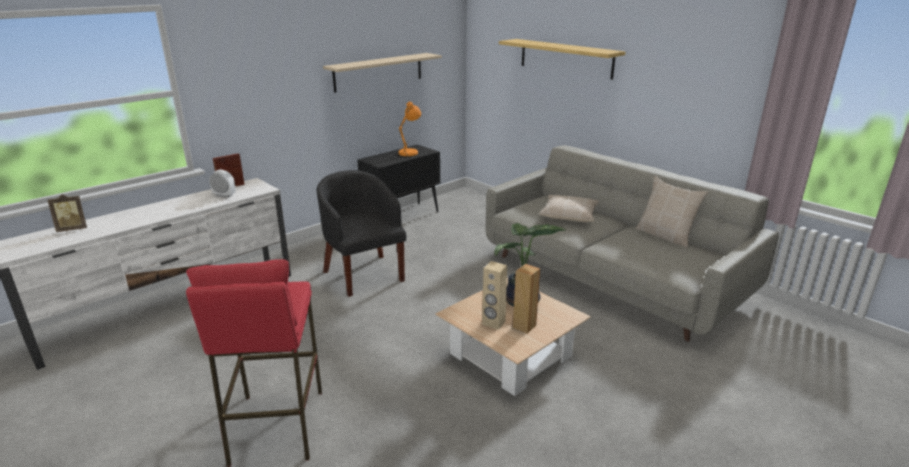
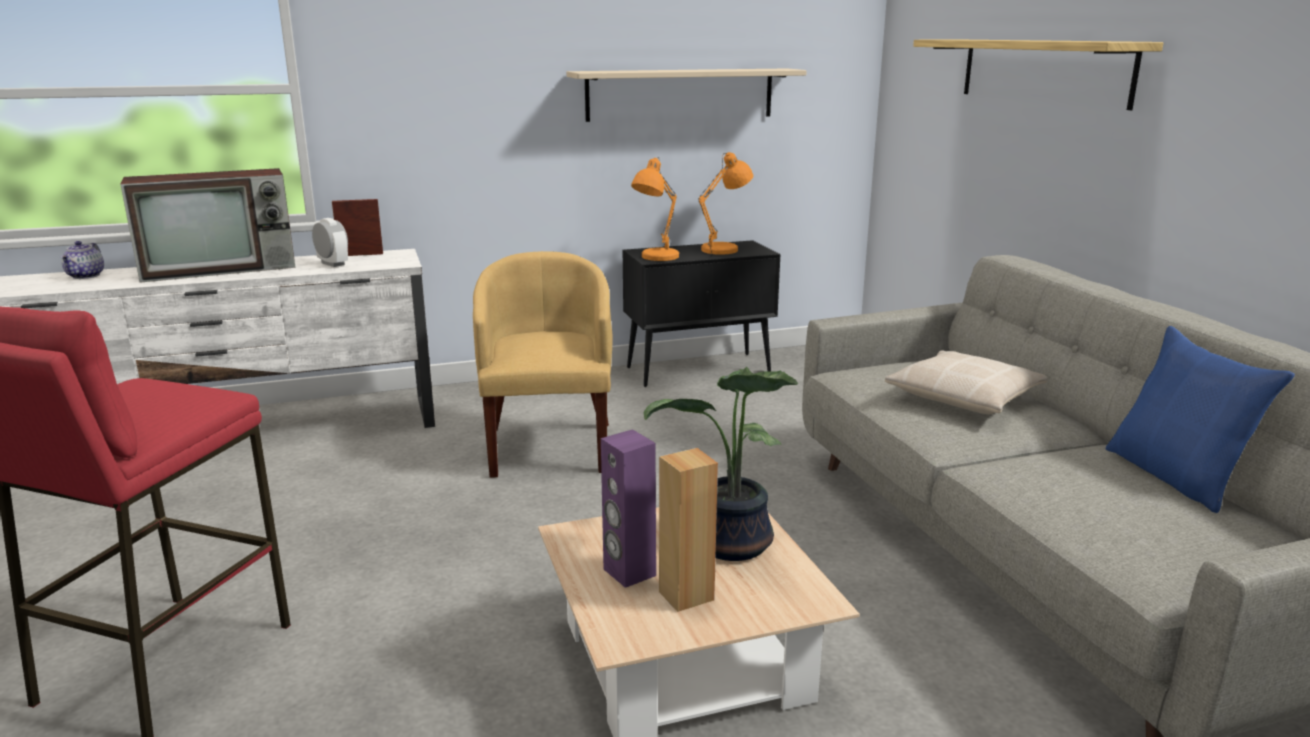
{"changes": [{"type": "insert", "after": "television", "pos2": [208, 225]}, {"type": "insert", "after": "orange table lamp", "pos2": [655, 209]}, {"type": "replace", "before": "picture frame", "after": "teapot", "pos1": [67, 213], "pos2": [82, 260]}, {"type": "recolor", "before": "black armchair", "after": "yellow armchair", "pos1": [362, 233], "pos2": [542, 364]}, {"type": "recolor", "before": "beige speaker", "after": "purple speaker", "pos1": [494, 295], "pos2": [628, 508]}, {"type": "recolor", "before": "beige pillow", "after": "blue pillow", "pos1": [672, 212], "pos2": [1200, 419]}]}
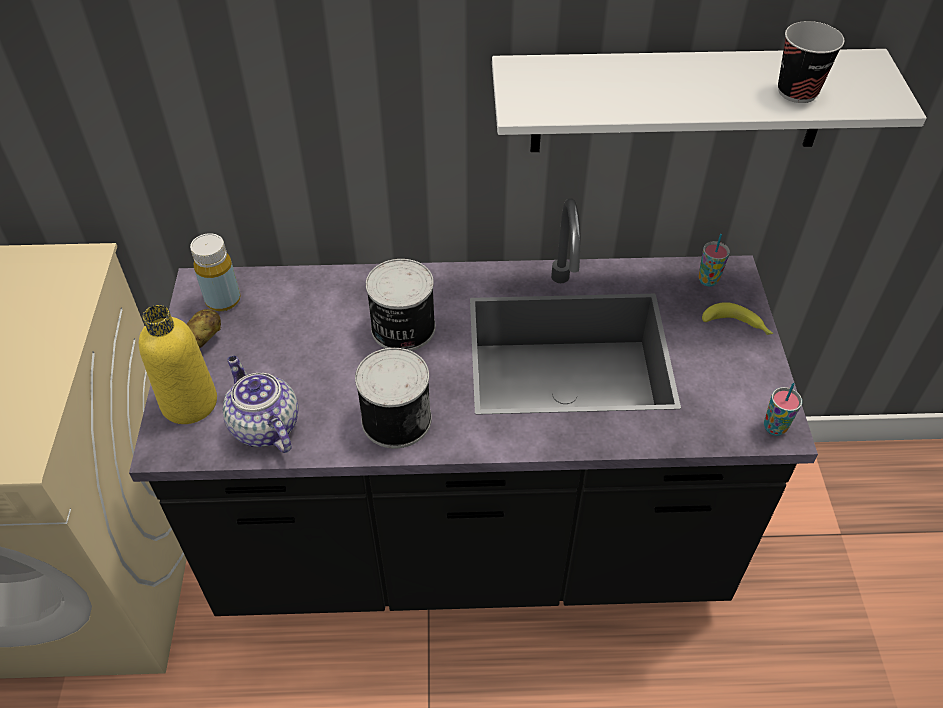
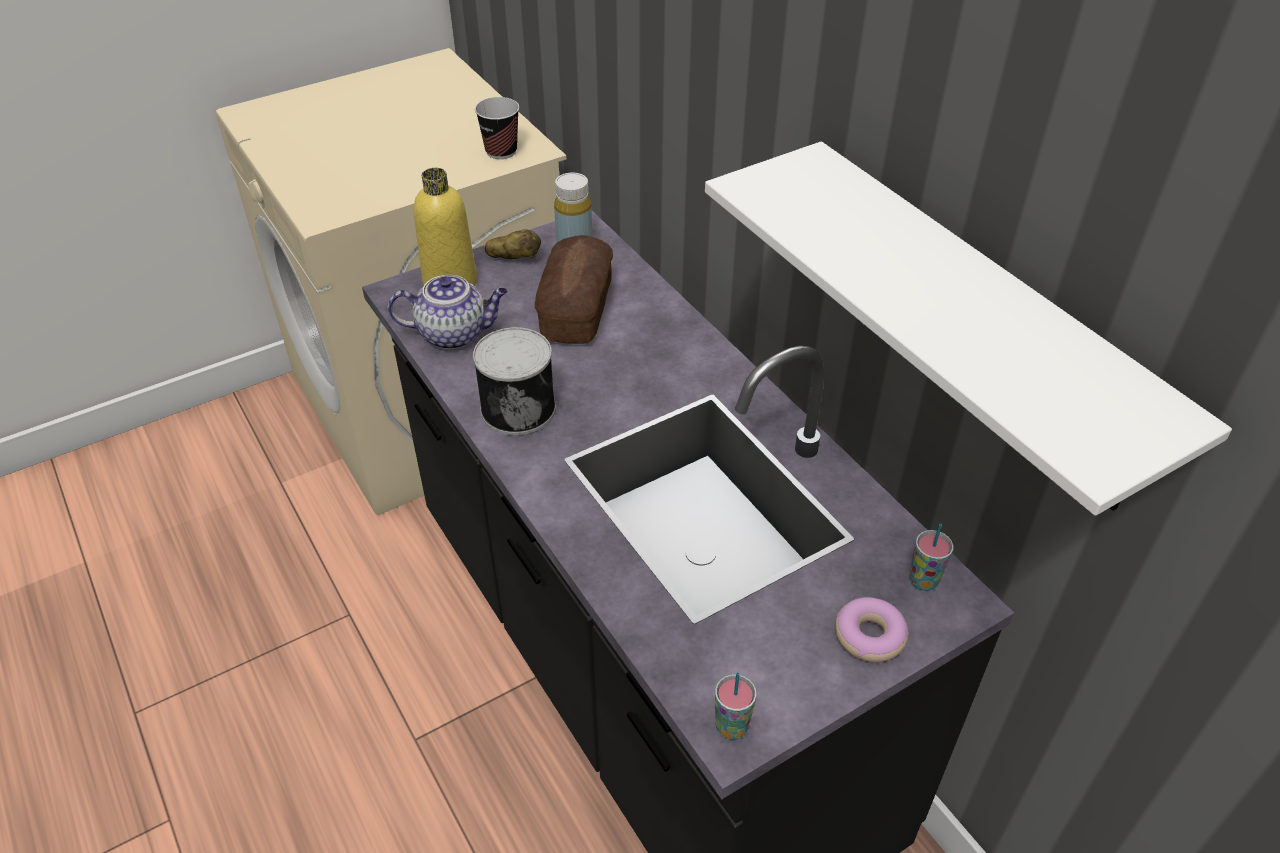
{"changes": [{"type": "delete", "before": "can", "pos1": [401, 305]}, {"type": "insert", "after": "bread", "pos2": [574, 289]}, {"type": "move", "before": "cup", "pos1": [811, 62], "pos2": [497, 128]}, {"type": "replace", "before": "banana", "after": "donut", "pos1": [737, 318], "pos2": [872, 629]}, {"type": "rotate", "before": "teapot", "pos1": [261, 404], "pos2": [448, 312], "turn": 60}]}
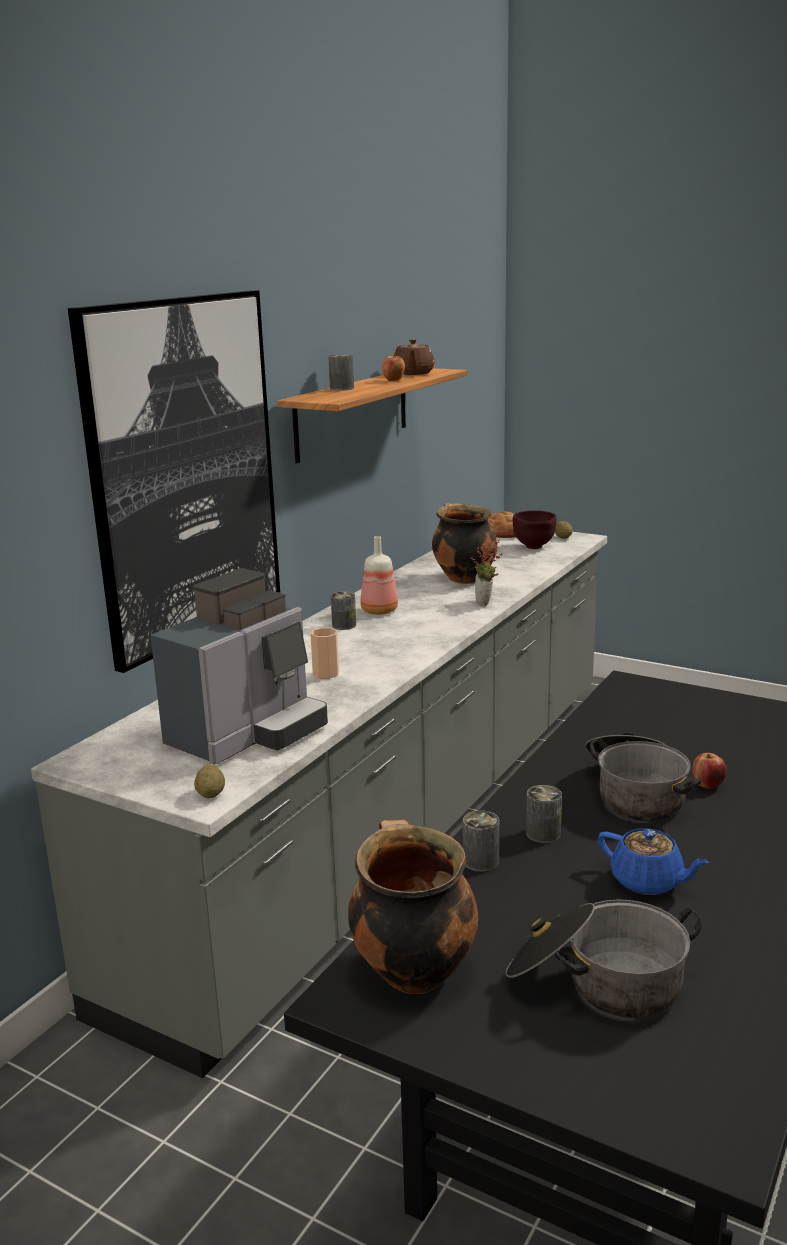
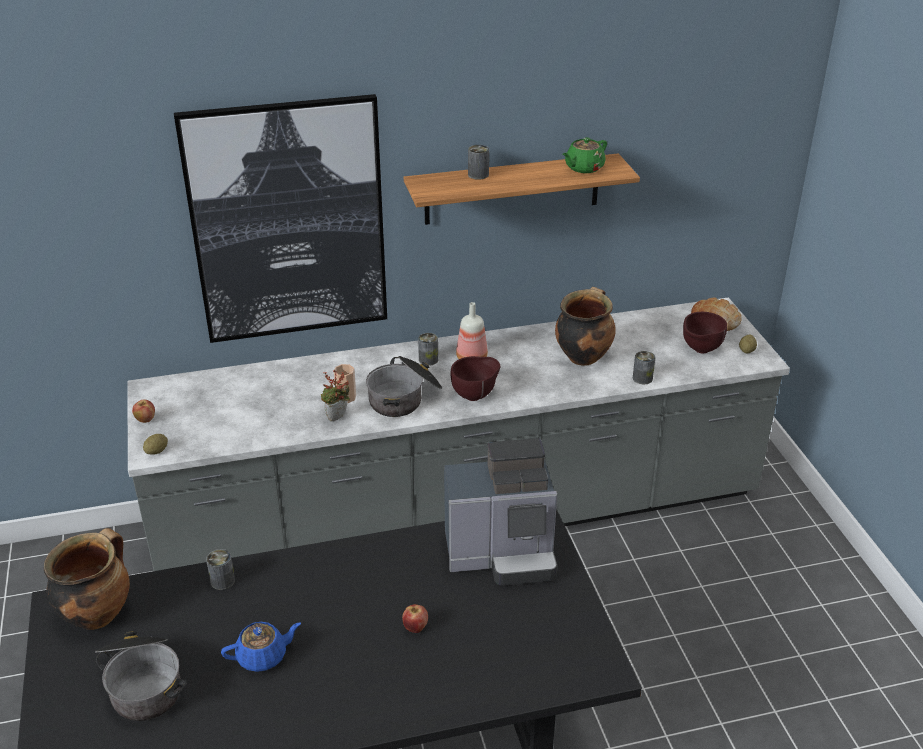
{"changes": [{"type": "insert", "after": "brown bowl", "pos2": [475, 378]}, {"type": "move", "before": "coffee machine", "pos1": [239, 666], "pos2": [500, 511]}, {"type": "move", "before": "apple", "pos1": [393, 367], "pos2": [143, 411]}, {"type": "move", "before": "potted plant", "pos1": [486, 574], "pos2": [335, 396]}, {"type": "move", "before": "can", "pos1": [544, 814], "pos2": [644, 367]}, {"type": "move", "before": "cooking pot", "pos1": [643, 776], "pos2": [404, 386]}, {"type": "recolor", "before": "brown teapot", "after": "green teapot", "pos1": [414, 357], "pos2": [584, 155]}, {"type": "rotate", "before": "blue teapot", "pos1": [654, 861], "pos2": [261, 647], "turn": -105}]}
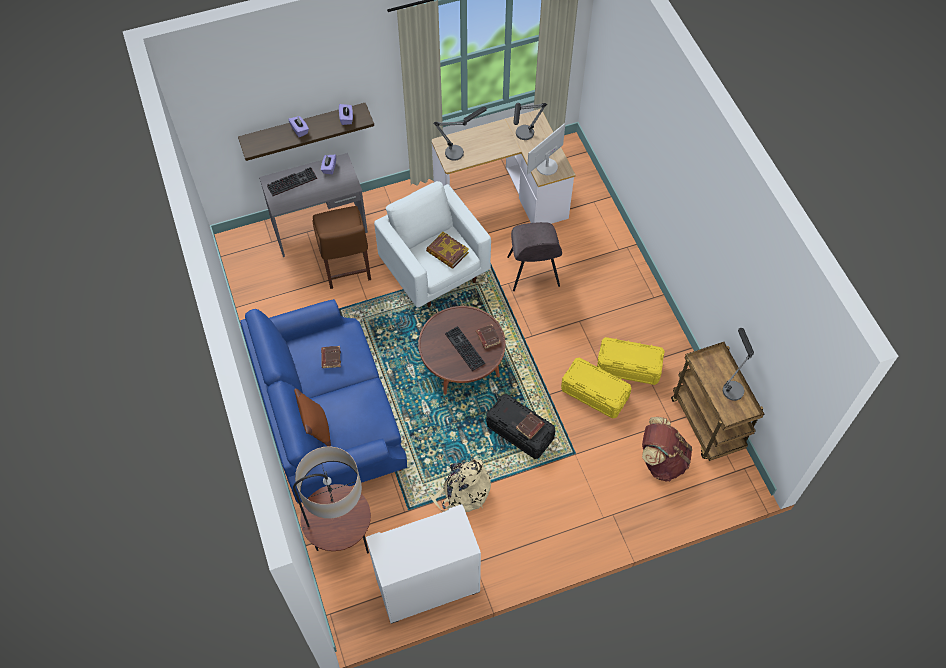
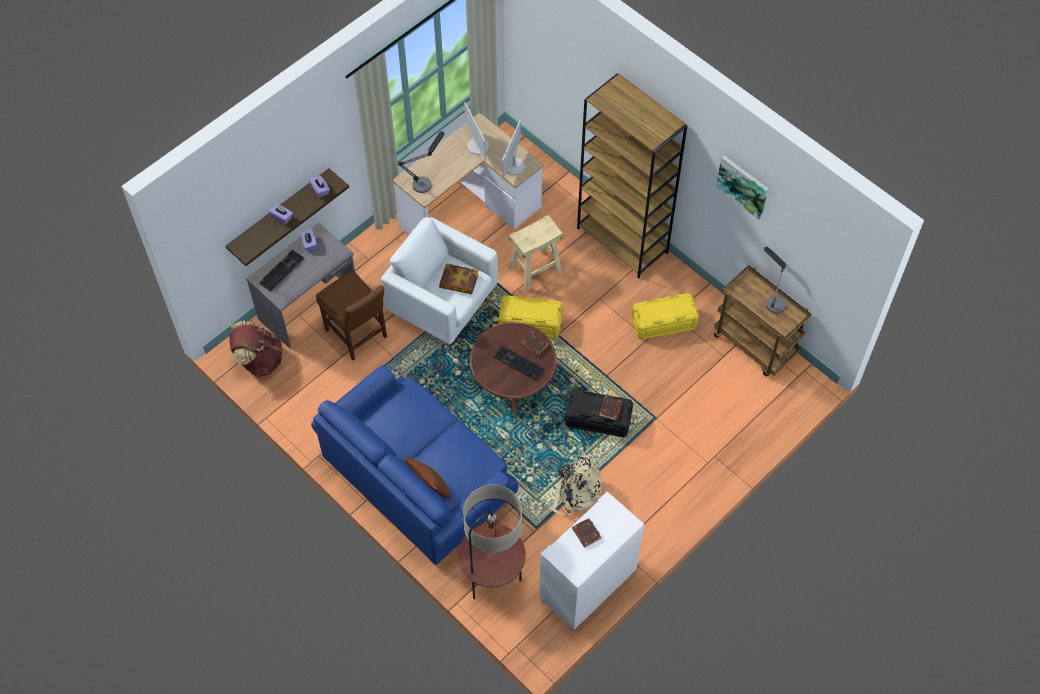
{"changes": [{"type": "insert", "after": "brown bookcase", "pos2": [632, 175]}, {"type": "insert", "after": "picture", "pos2": [742, 188]}, {"type": "move", "before": "brown book", "pos1": [331, 357], "pos2": [587, 533]}, {"type": "move", "before": "yellow storage box", "pos1": [596, 388], "pos2": [530, 316]}, {"type": "move", "before": "brown backpack", "pos1": [667, 449], "pos2": [256, 348]}, {"type": "replace", "before": "grey chair", "after": "beige stool", "pos1": [534, 256], "pos2": [535, 253]}, {"type": "replace", "before": "table lamp", "after": "monitor", "pos1": [530, 121], "pos2": [476, 131]}]}
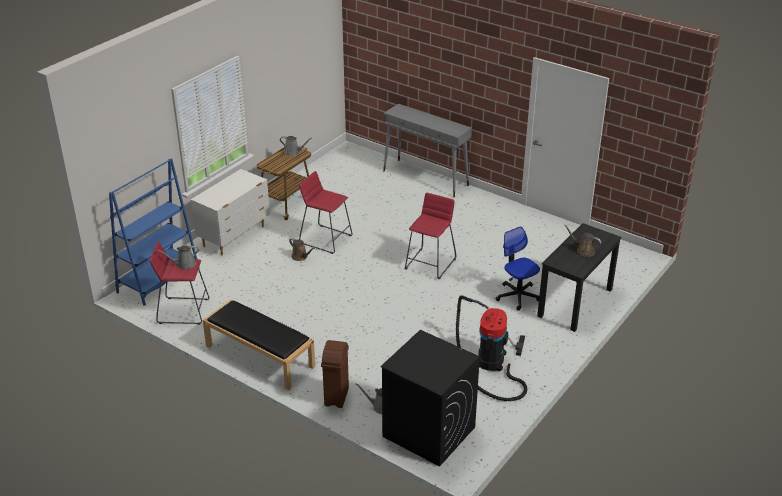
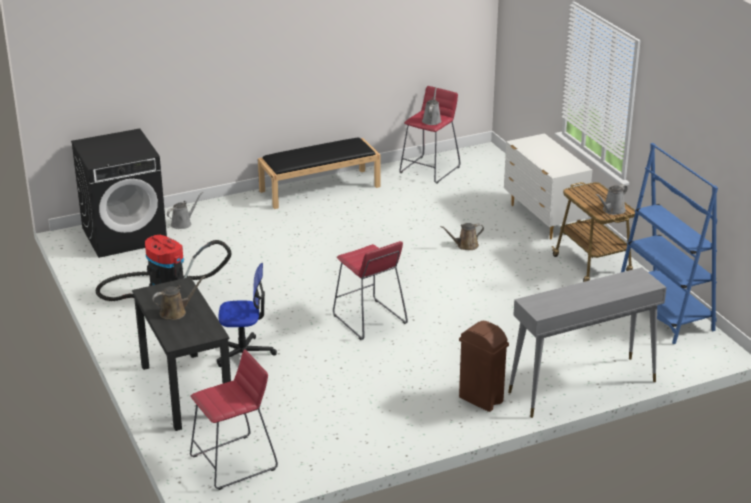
{"changes": [{"type": "move", "before": "blue bookcase", "pos1": [154, 232], "pos2": [669, 243]}, {"type": "move", "before": "red stool", "pos1": [326, 212], "pos2": [234, 419]}, {"type": "move", "before": "brown trash can", "pos1": [335, 374], "pos2": [484, 366]}]}
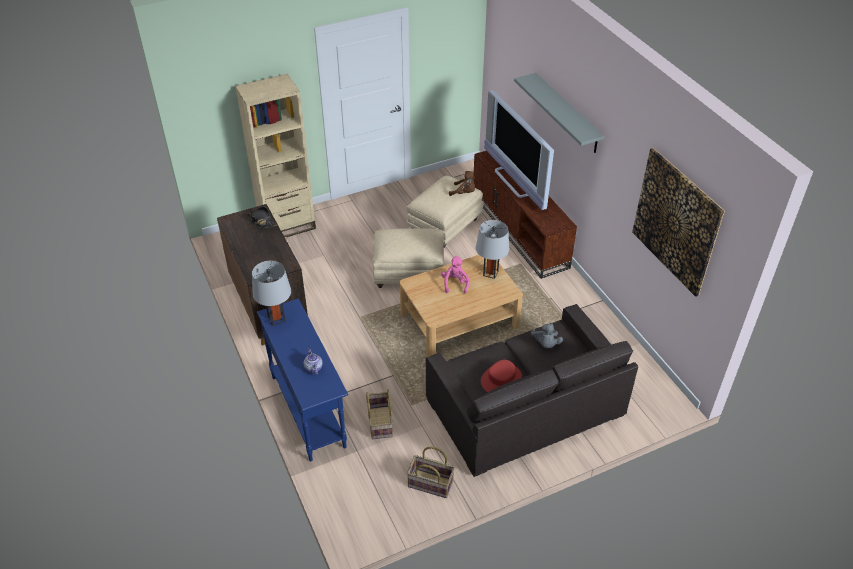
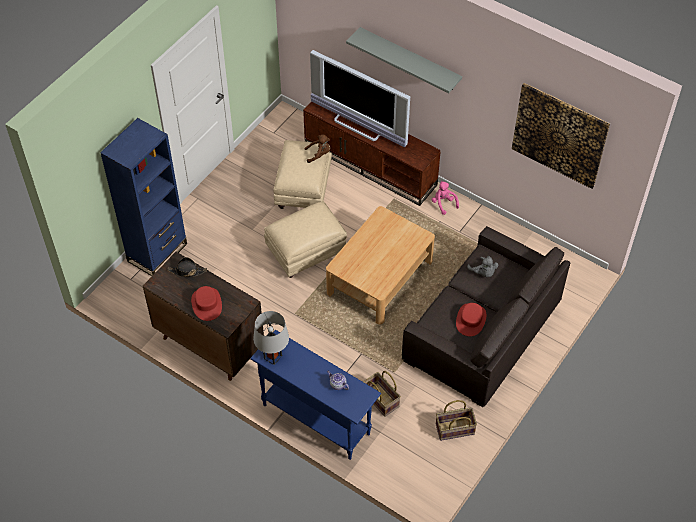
{"changes": [{"type": "delete", "before": "grey table lamp", "pos1": [493, 249]}, {"type": "insert", "after": "red hat", "pos2": [206, 303]}, {"type": "move", "before": "pink plush toy", "pos1": [455, 275], "pos2": [445, 198]}, {"type": "recolor", "before": "beige bookcase", "after": "blue bookcase", "pos1": [275, 155], "pos2": [143, 197]}]}
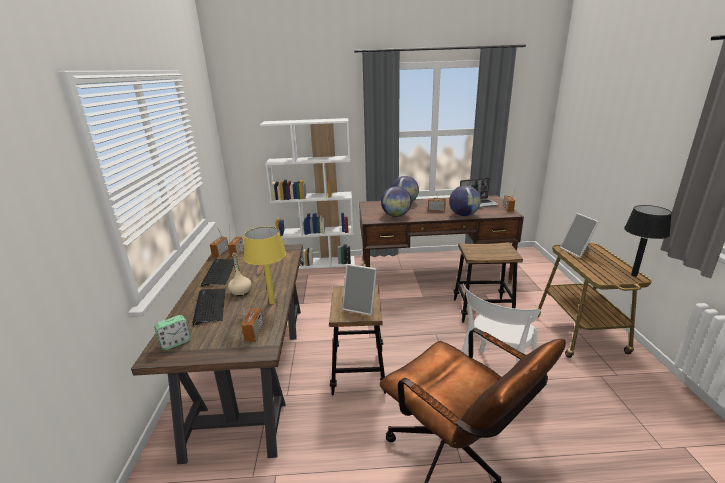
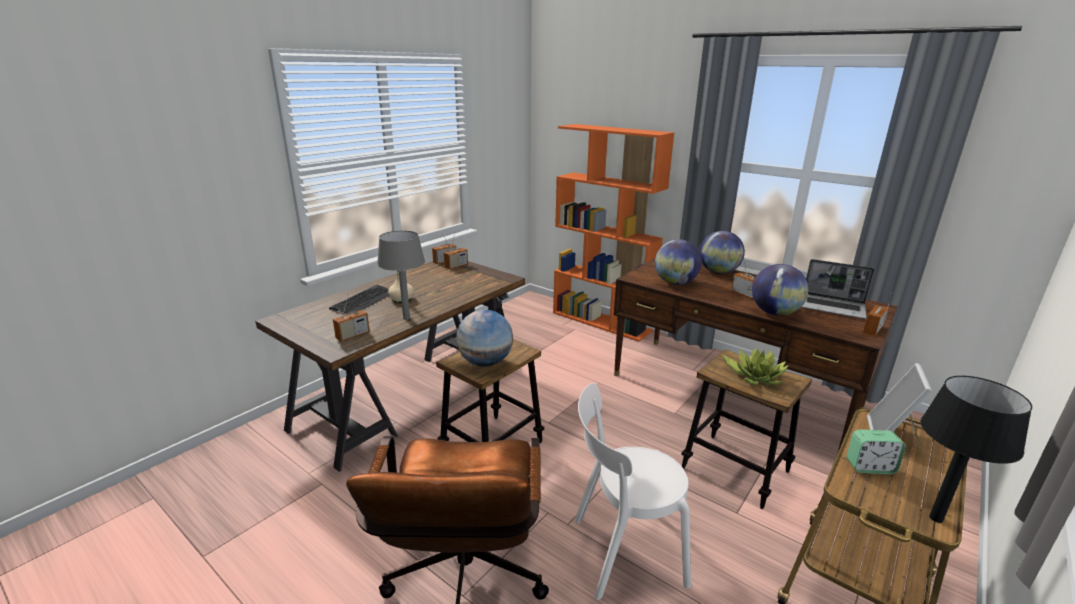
{"changes": [{"type": "delete", "before": "keyboard", "pos1": [217, 272]}, {"type": "insert", "after": "potted plant", "pos2": [755, 366]}, {"type": "move", "before": "alarm clock", "pos1": [172, 332], "pos2": [876, 451]}, {"type": "replace", "before": "picture frame", "after": "globe", "pos1": [359, 290], "pos2": [484, 338]}, {"type": "recolor", "before": "yellow table lamp", "after": "grey table lamp", "pos1": [265, 265], "pos2": [401, 275]}, {"type": "recolor", "before": "white bookcase", "after": "orange bookcase", "pos1": [307, 193], "pos2": [613, 233]}]}
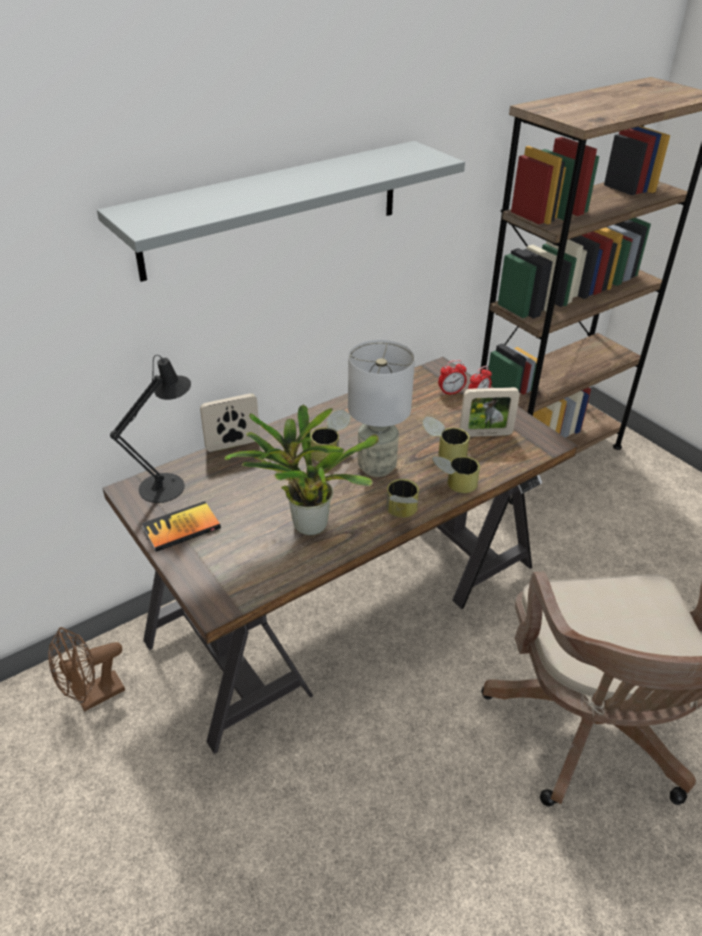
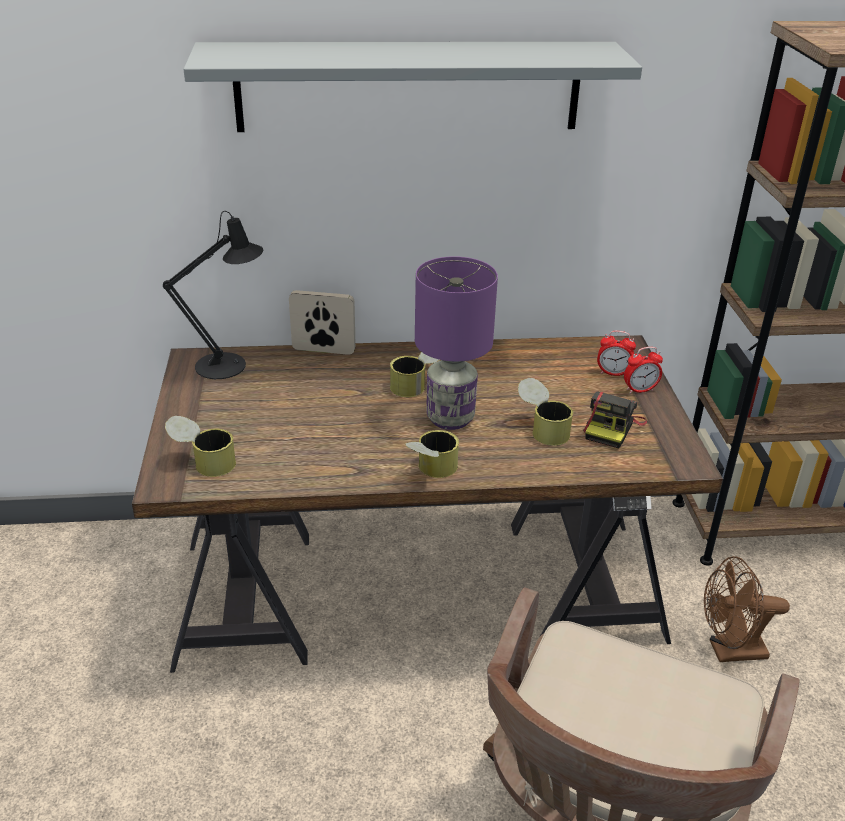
{"changes": [{"type": "delete", "before": "book", "pos1": [181, 526]}, {"type": "delete", "before": "potted plant", "pos1": [301, 470]}, {"type": "move", "before": "brown fan", "pos1": [86, 669], "pos2": [747, 609]}, {"type": "move", "before": "can", "pos1": [456, 474], "pos2": [200, 446]}, {"type": "replace", "before": "picture frame", "after": "photo camera", "pos1": [489, 412], "pos2": [615, 420]}, {"type": "recolor", "before": "grey table lamp", "after": "purple table lamp", "pos1": [381, 408], "pos2": [456, 343]}]}
